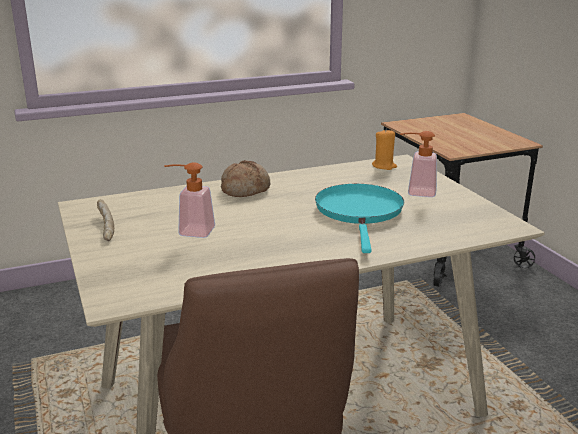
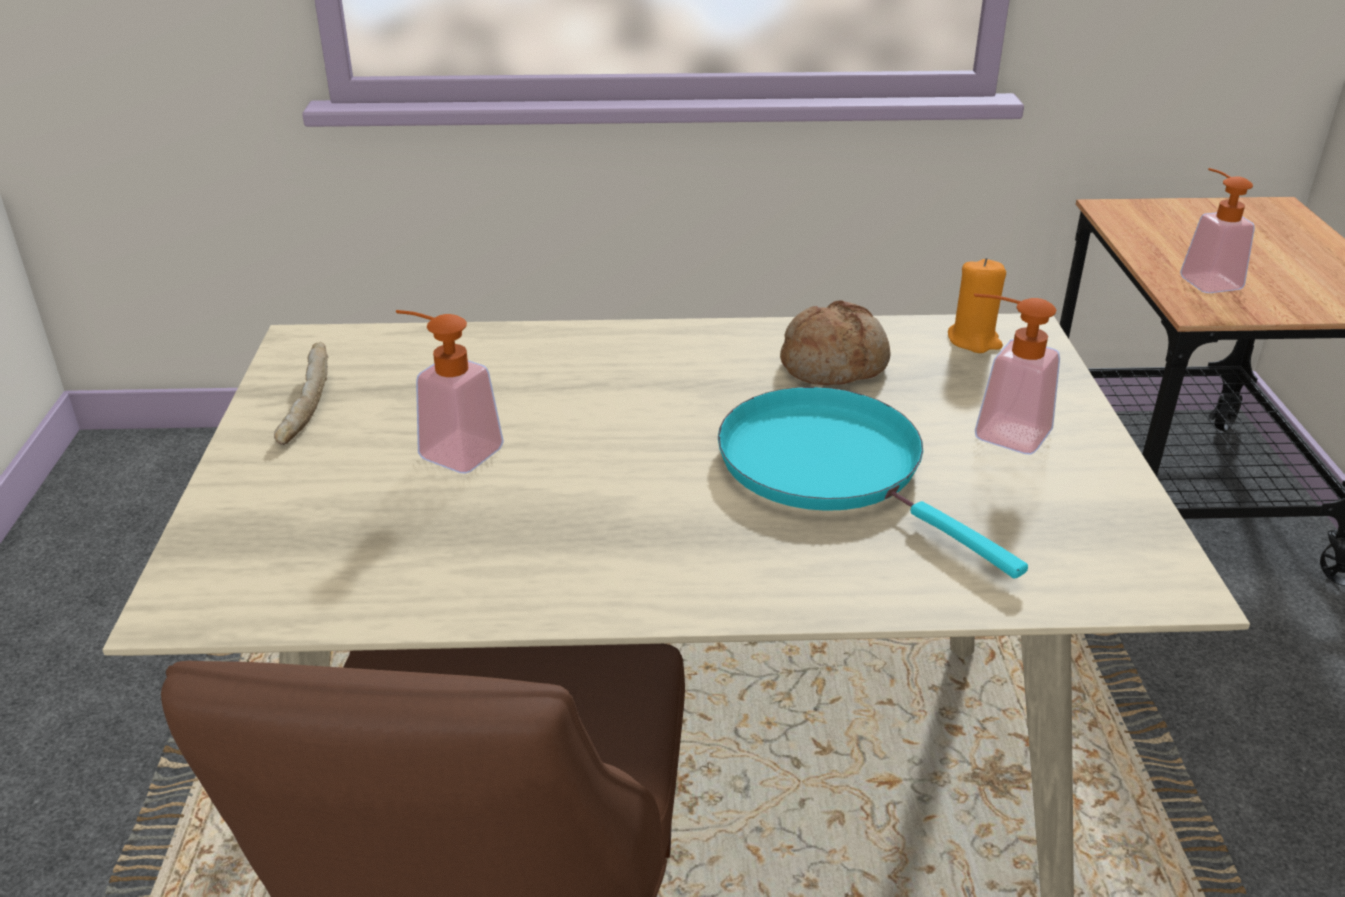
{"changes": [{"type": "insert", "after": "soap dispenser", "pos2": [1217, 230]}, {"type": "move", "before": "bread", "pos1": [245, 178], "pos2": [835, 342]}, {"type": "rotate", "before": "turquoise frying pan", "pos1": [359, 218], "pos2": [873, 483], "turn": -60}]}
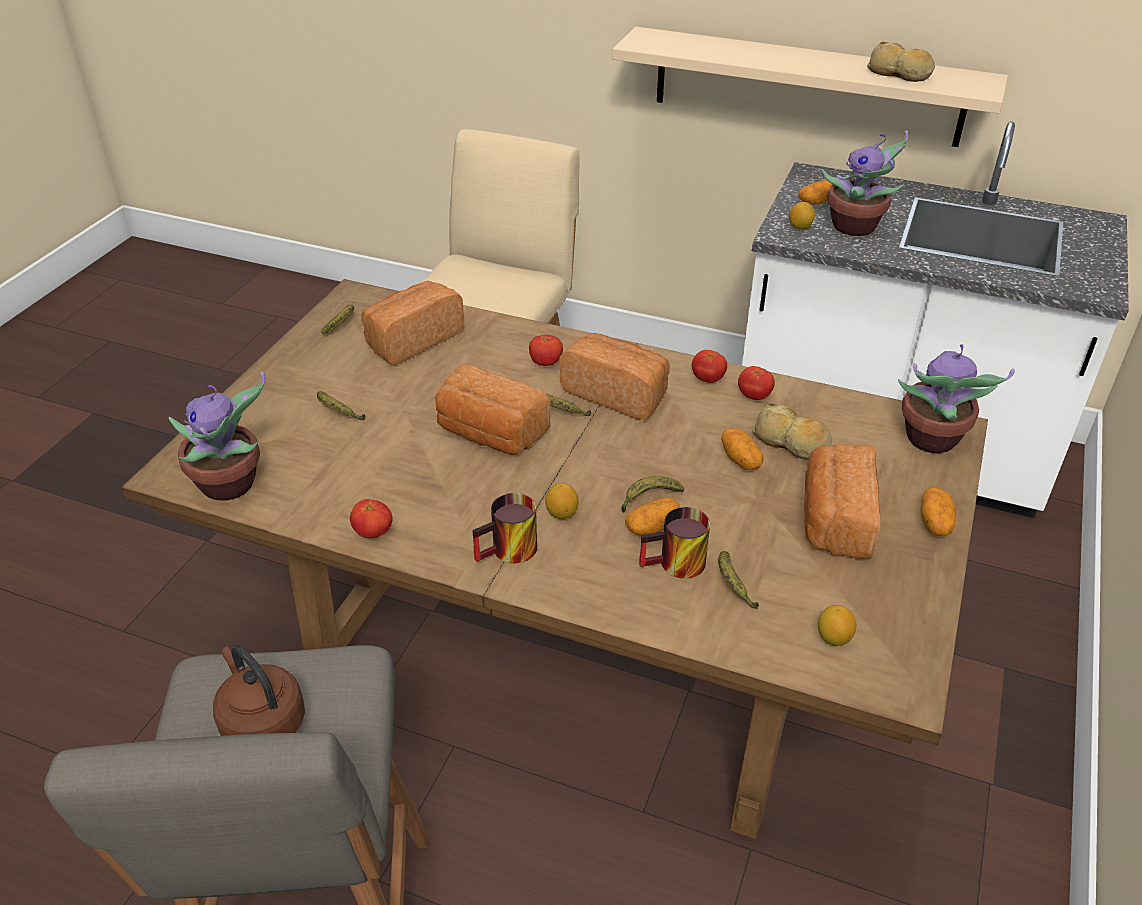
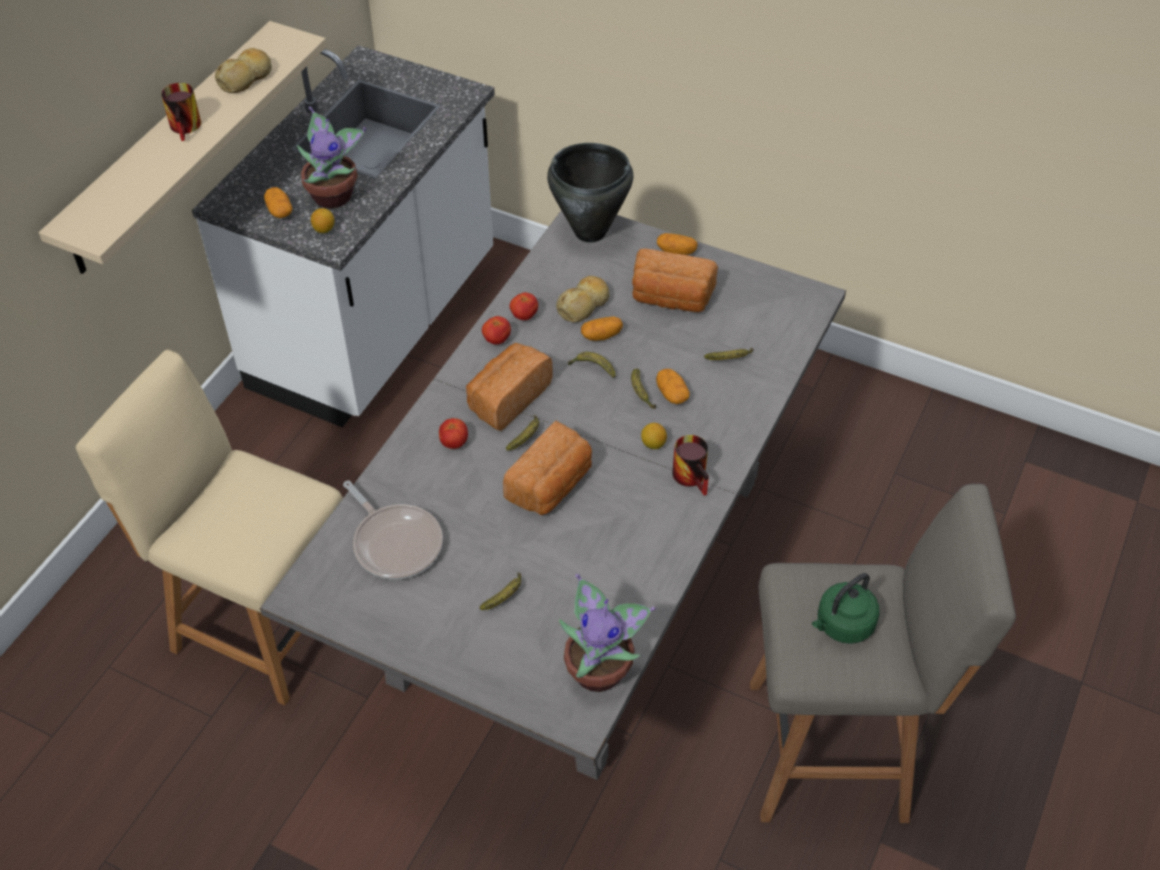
{"changes": [{"type": "delete", "before": "tomato", "pos1": [371, 518]}, {"type": "delete", "before": "lemon", "pos1": [837, 625]}, {"type": "move", "before": "banana", "pos1": [337, 319], "pos2": [591, 365]}, {"type": "move", "before": "mug", "pos1": [674, 543], "pos2": [181, 112]}, {"type": "replace", "before": "bread", "after": "frying pan", "pos1": [412, 323], "pos2": [393, 530]}, {"type": "replace", "before": "potted plant", "after": "black cooking pot", "pos1": [956, 398], "pos2": [590, 192]}, {"type": "recolor", "before": "brown dining table", "after": "grey dining table", "pos1": [554, 559], "pos2": [553, 495]}, {"type": "recolor", "before": "brown kettle", "after": "green kettle", "pos1": [259, 690], "pos2": [845, 608]}]}
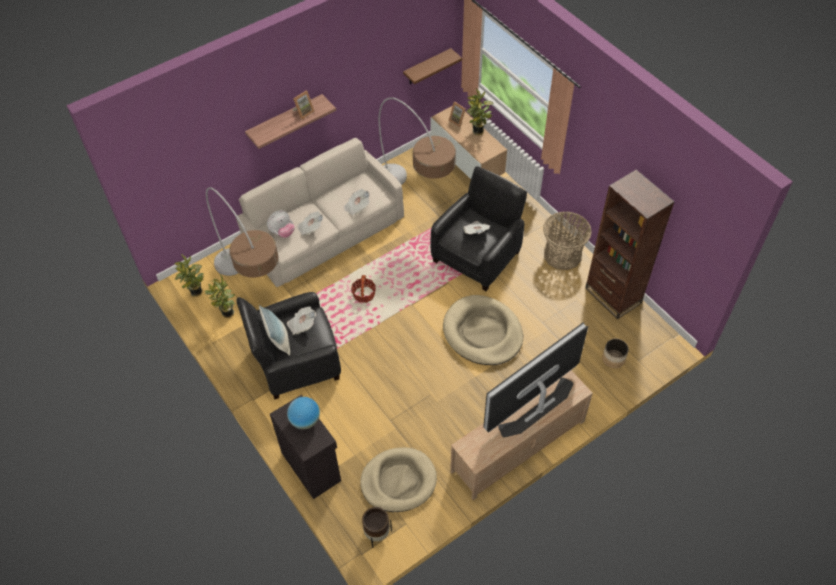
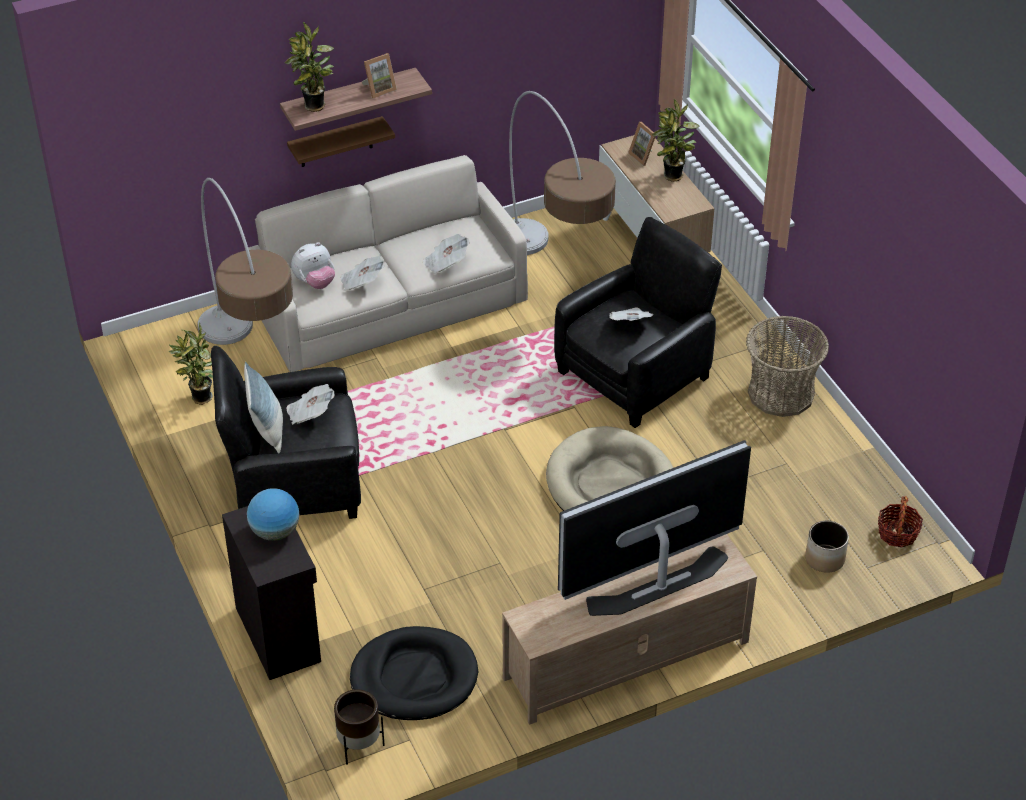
{"changes": [{"type": "delete", "before": "brown bookcase", "pos1": [630, 245]}, {"type": "move", "before": "potted plant", "pos1": [189, 275], "pos2": [309, 67]}, {"type": "move", "before": "basket", "pos1": [363, 289], "pos2": [900, 522]}, {"type": "move", "before": "brown shelf", "pos1": [432, 66], "pos2": [341, 141]}, {"type": "recolor", "before": "beige dog bed", "after": "black dog bed", "pos1": [398, 479], "pos2": [414, 673]}]}
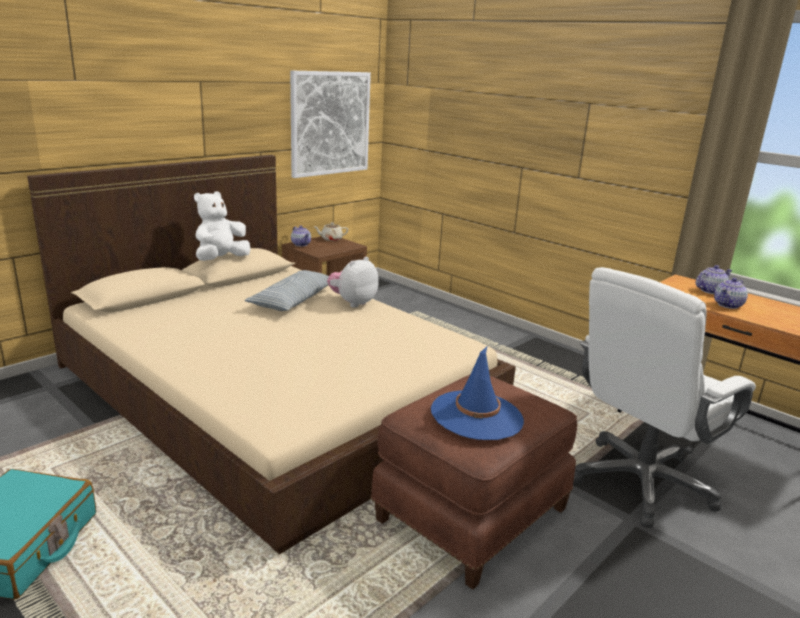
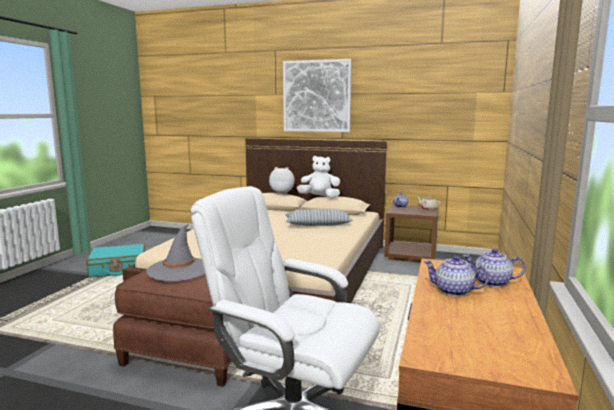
{"changes": [{"type": "move", "before": "picture", "pos1": [330, 124], "pos2": [317, 95]}, {"type": "move", "before": "plush toy", "pos1": [353, 282], "pos2": [282, 181]}, {"type": "recolor", "before": "blue hat", "after": "grey hat", "pos1": [477, 393], "pos2": [175, 252]}, {"type": "rotate", "before": "teapot", "pos1": [714, 279], "pos2": [494, 268], "turn": 150}]}
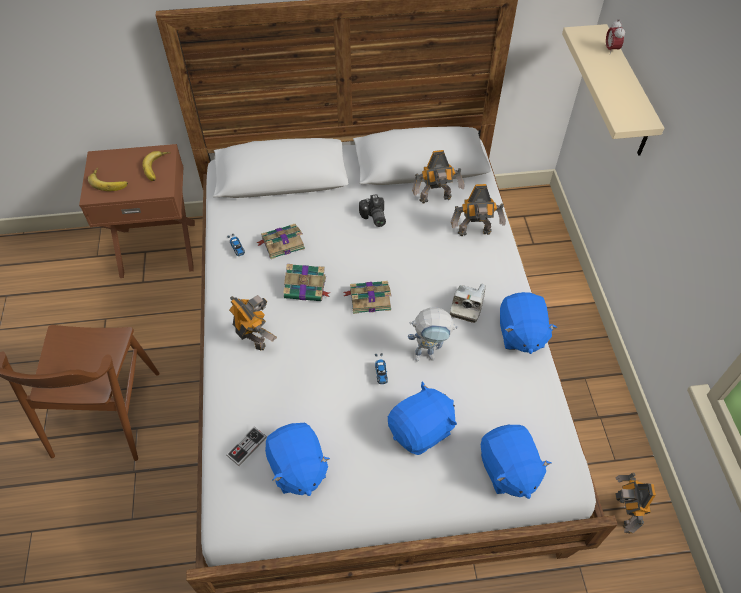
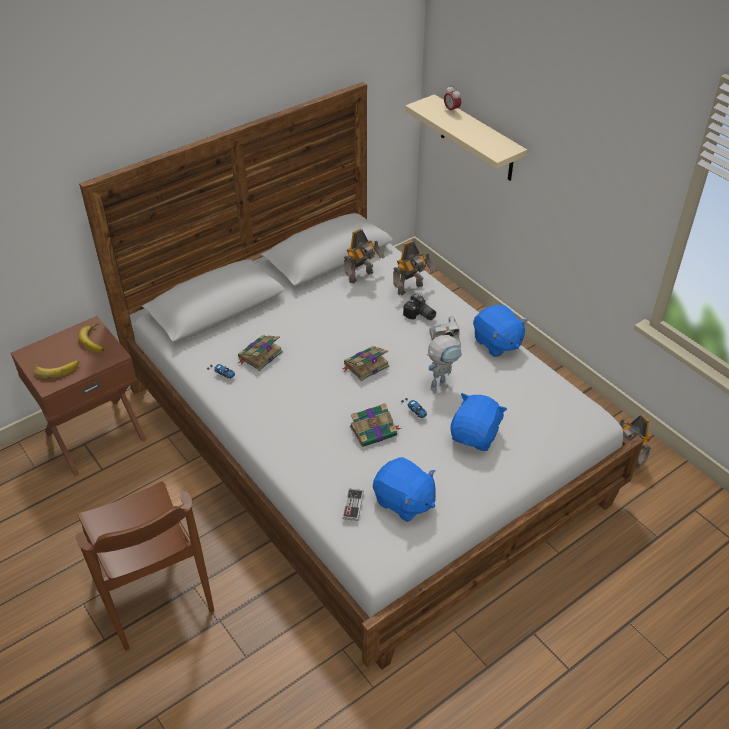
{"changes": [{"type": "delete", "before": "toy robot", "pos1": [253, 322]}, {"type": "delete", "before": "blue plush toy", "pos1": [516, 462]}, {"type": "move", "before": "book", "pos1": [306, 282], "pos2": [375, 425]}, {"type": "move", "before": "photo camera", "pos1": [372, 210], "pos2": [419, 307]}]}
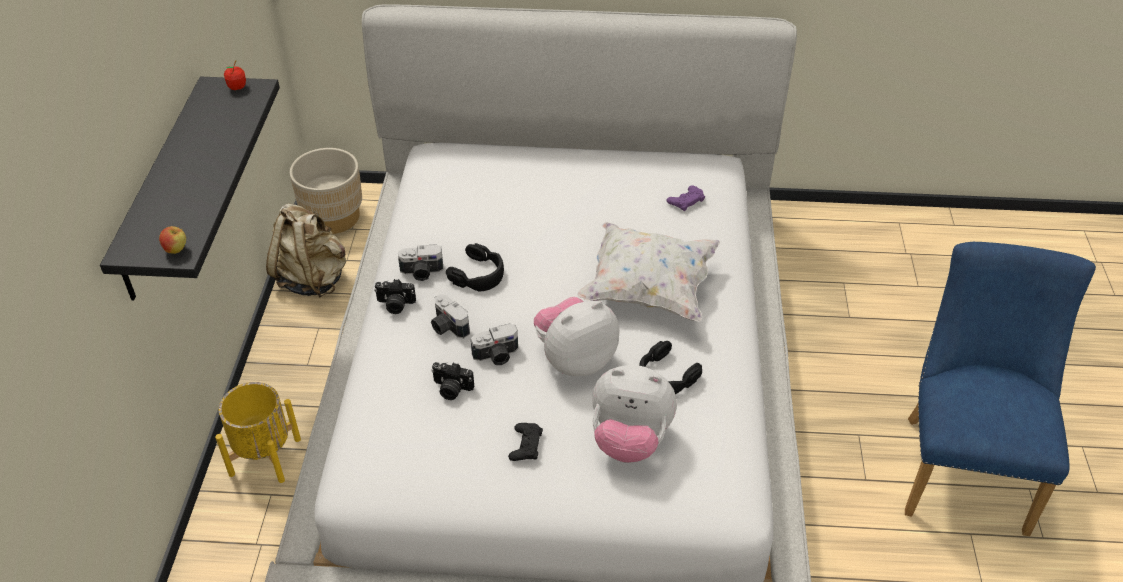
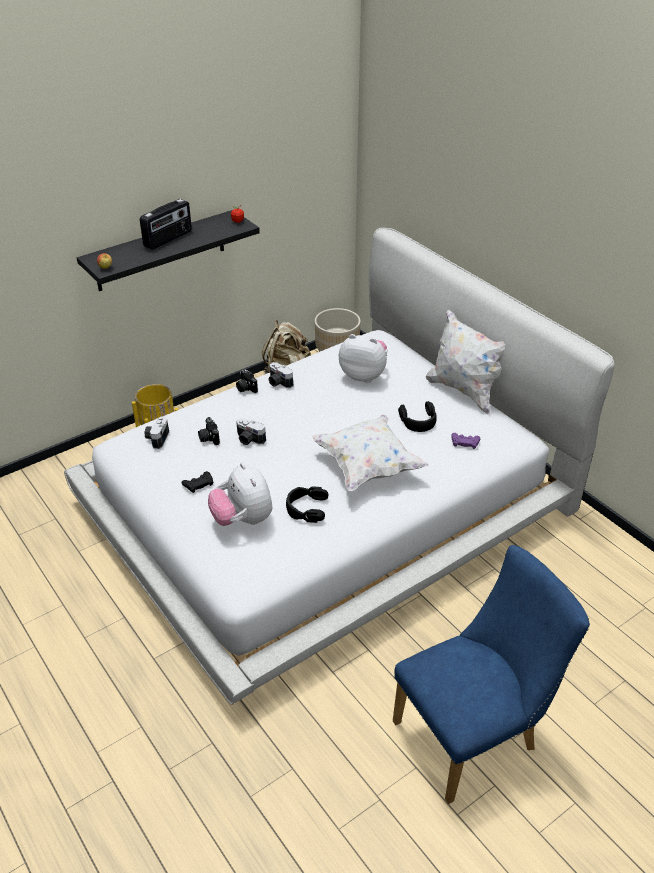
{"changes": [{"type": "insert", "after": "radio", "pos2": [166, 224]}, {"type": "insert", "after": "white pillow", "pos2": [465, 362]}, {"type": "move", "before": "photo camera", "pos1": [450, 316], "pos2": [157, 432]}, {"type": "move", "before": "black headphones", "pos1": [475, 267], "pos2": [417, 416]}, {"type": "move", "before": "plush toy", "pos1": [576, 336], "pos2": [363, 358]}]}
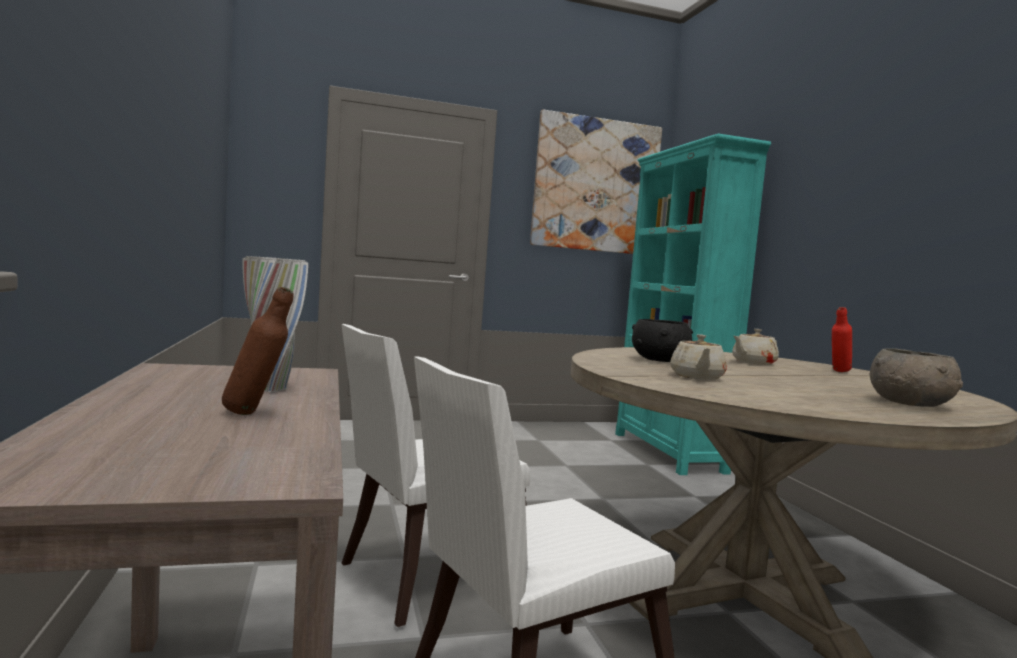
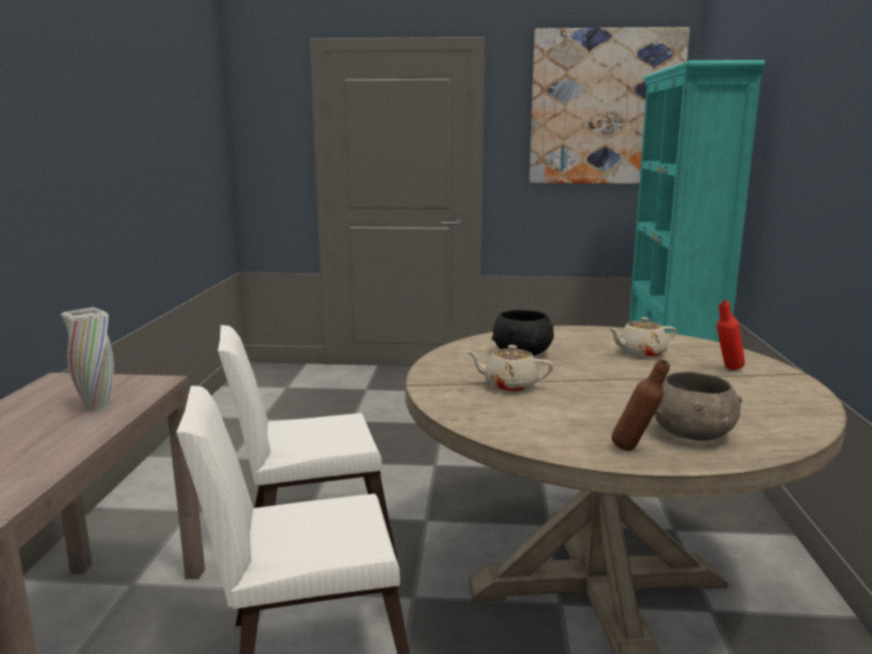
{"changes": [{"type": "move", "before": "brown bottle", "pos1": [258, 351], "pos2": [641, 405]}, {"type": "rotate", "before": "beige teapot", "pos1": [698, 357], "pos2": [509, 368], "turn": 75}]}
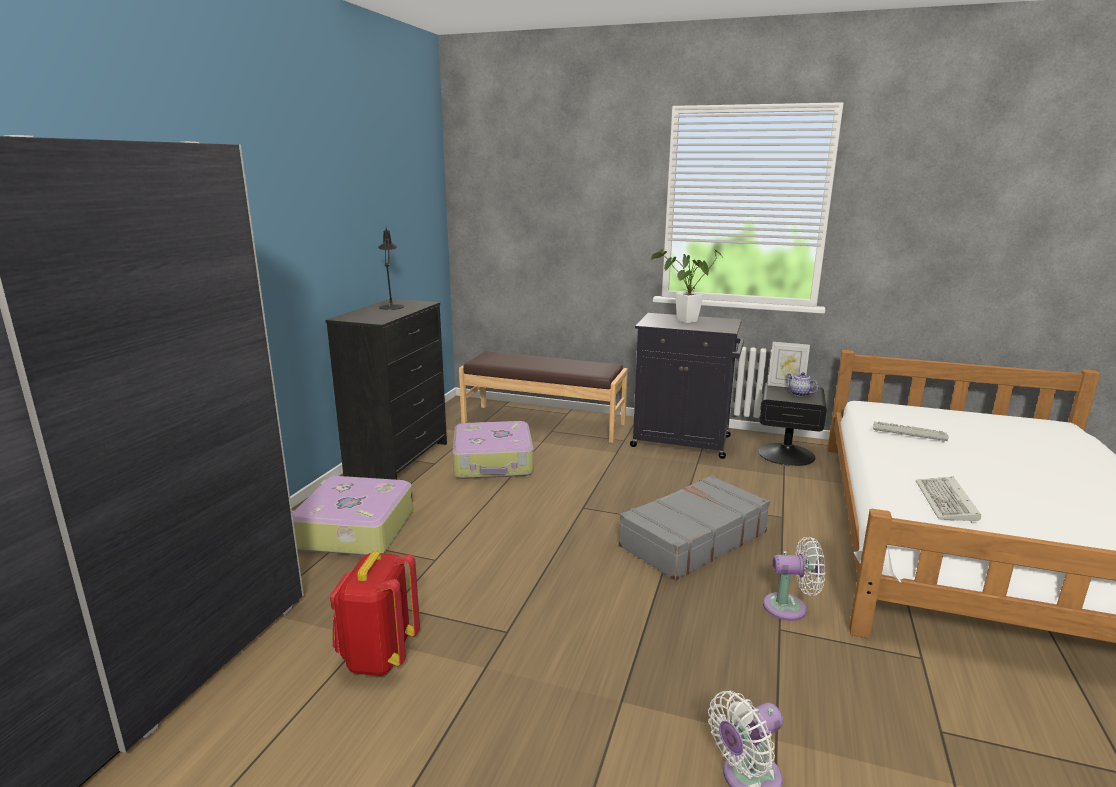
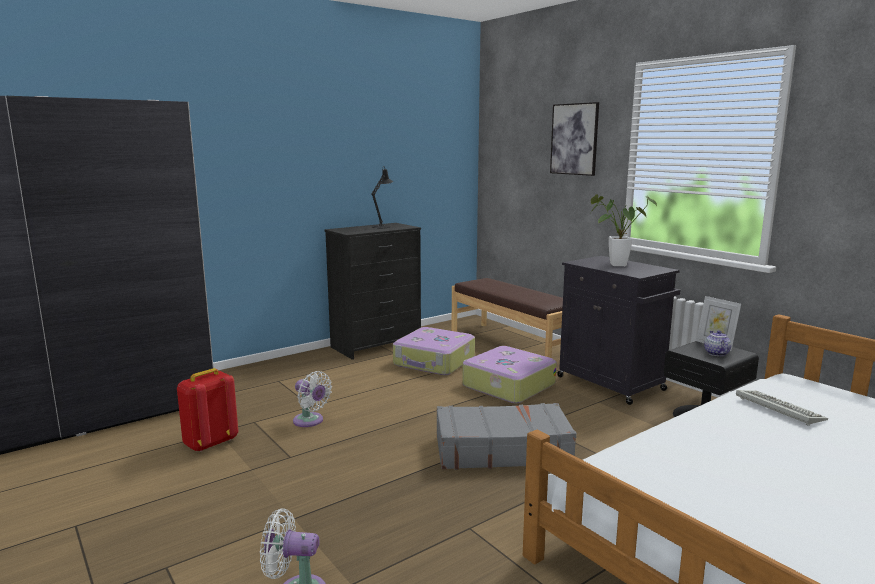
{"changes": [{"type": "delete", "before": "keyboard", "pos1": [948, 500]}, {"type": "insert", "after": "picture", "pos2": [574, 139]}, {"type": "move", "before": "suitcase", "pos1": [352, 515], "pos2": [509, 374]}, {"type": "move", "before": "white fan", "pos1": [794, 579], "pos2": [312, 399]}]}
